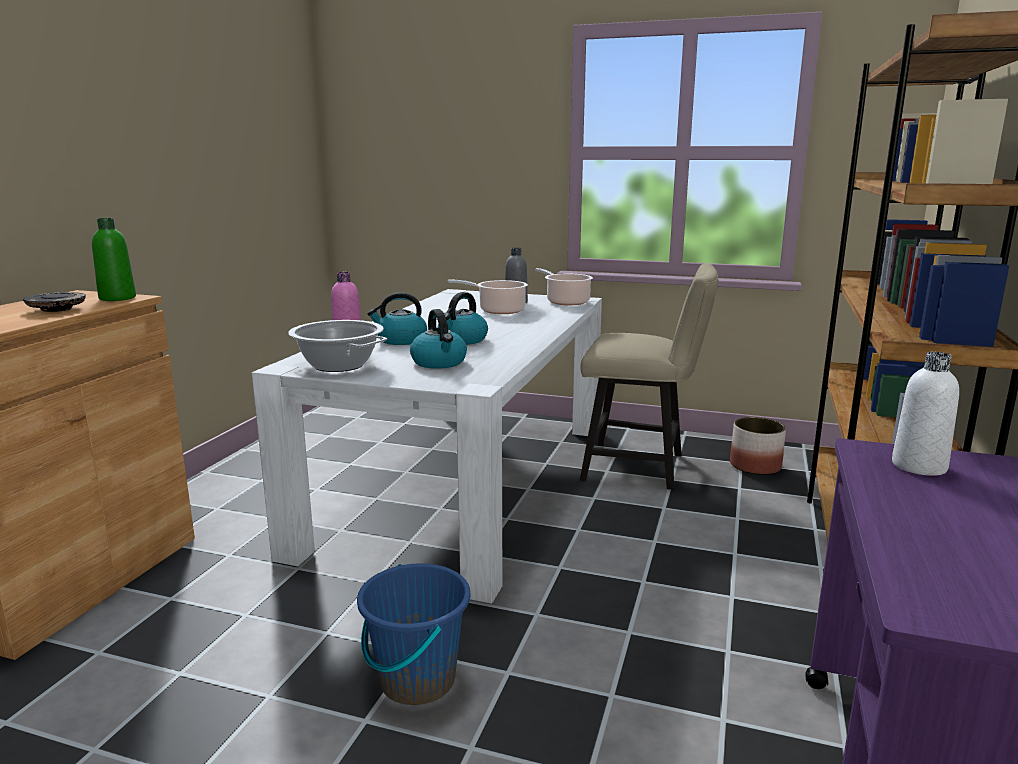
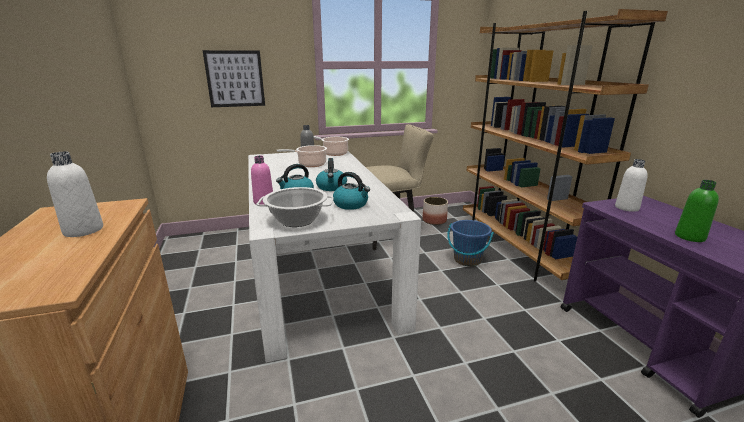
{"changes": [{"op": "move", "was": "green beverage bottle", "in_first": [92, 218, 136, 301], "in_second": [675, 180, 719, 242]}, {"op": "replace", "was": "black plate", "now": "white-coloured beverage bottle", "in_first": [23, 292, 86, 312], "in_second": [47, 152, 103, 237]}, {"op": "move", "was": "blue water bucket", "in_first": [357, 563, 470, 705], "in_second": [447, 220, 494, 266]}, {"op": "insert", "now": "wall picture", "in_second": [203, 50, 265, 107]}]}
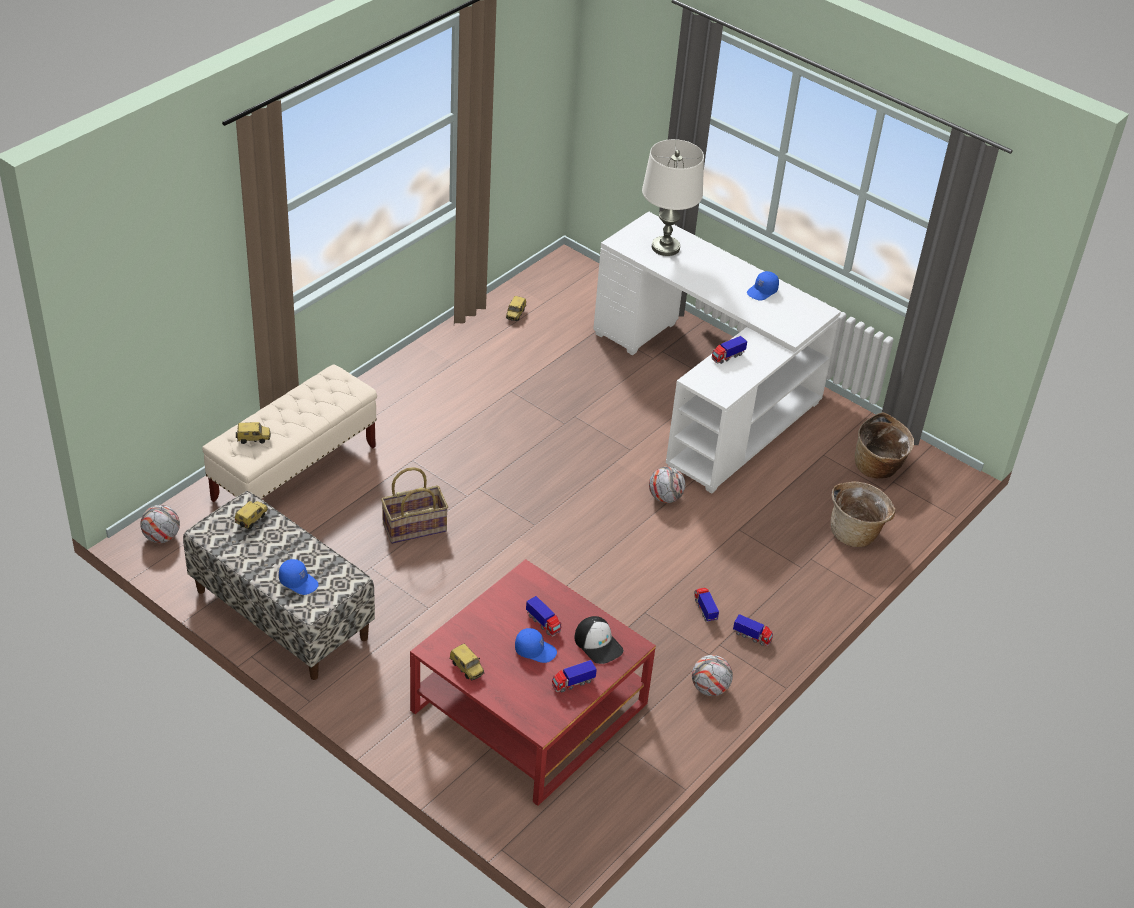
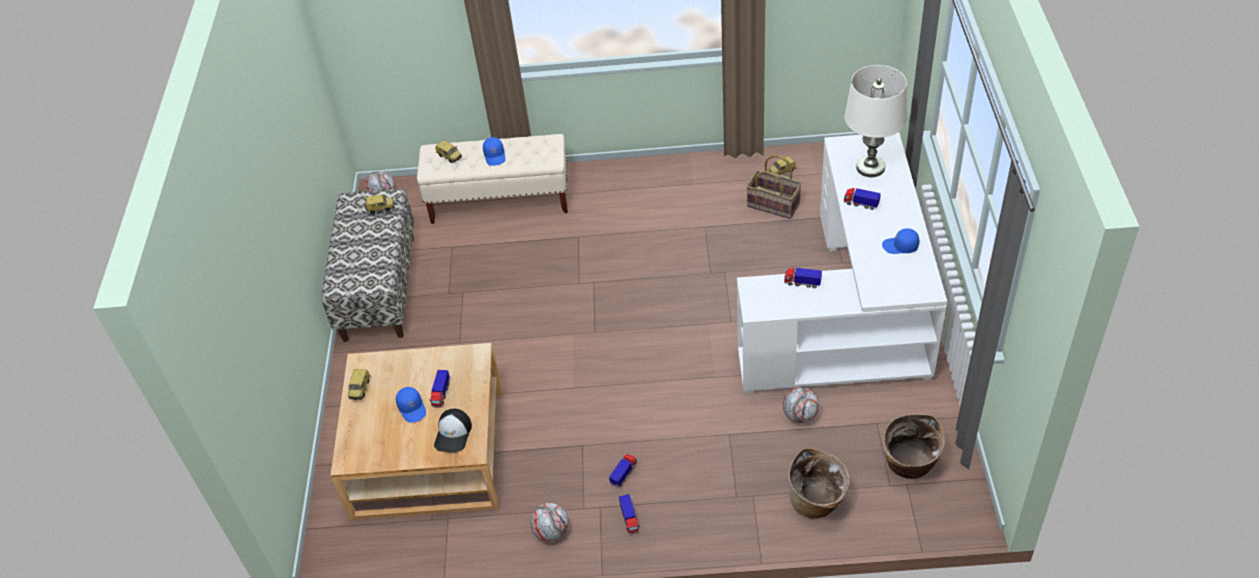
{"changes": [{"op": "move", "was": "household basket", "in_first": [381, 467, 448, 544], "in_second": [746, 155, 802, 219]}, {"op": "move", "was": "football", "in_first": [649, 467, 685, 503], "in_second": [783, 387, 819, 423]}, {"op": "move", "was": "blue baseball cap", "in_first": [279, 559, 318, 595], "in_second": [483, 137, 505, 166]}, {"op": "recolor", "was": "red-coloured lounge table", "now": "beige lounge table", "in_first": [410, 559, 656, 806], "in_second": [330, 343, 503, 520]}, {"op": "move", "was": "model truck", "in_first": [552, 660, 597, 692], "in_second": [844, 188, 881, 210]}]}
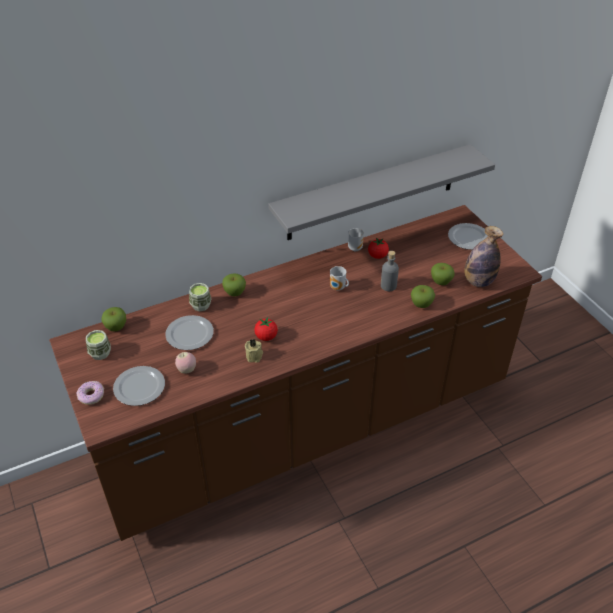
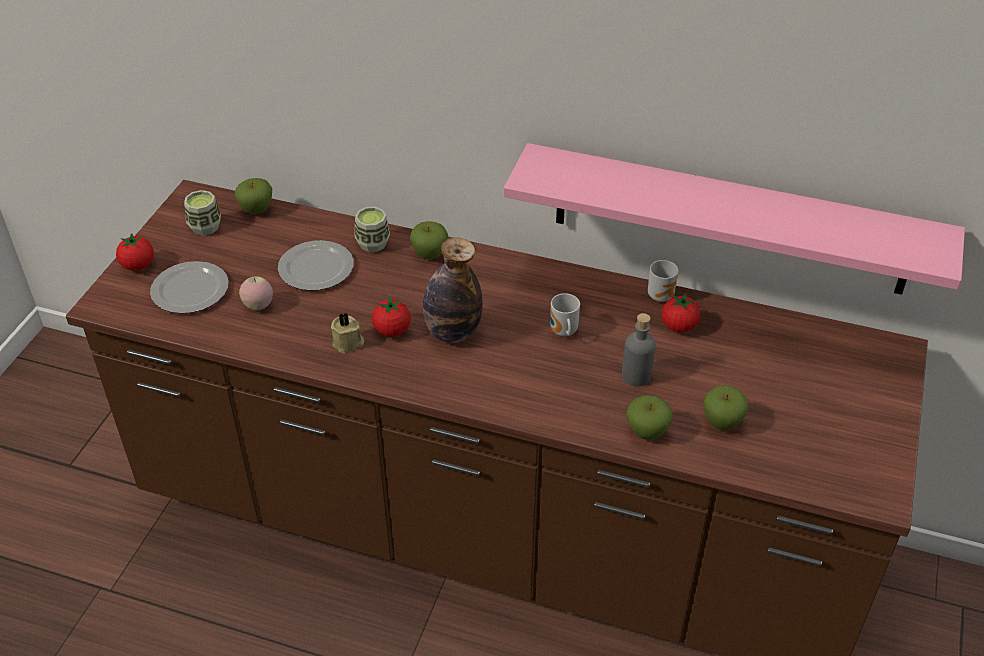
{"changes": [{"op": "recolor", "was": "gray bracket shelf", "now": "pink bracket shelf", "in_first": [268, 144, 495, 240], "in_second": [504, 143, 965, 295]}, {"op": "delete", "was": "plate", "in_first": [448, 223, 488, 250]}, {"op": "move", "was": "beverage bottle", "in_first": [464, 226, 503, 287], "in_second": [423, 238, 482, 343]}, {"op": "replace", "was": "donut", "now": "fresh tomato", "in_first": [77, 381, 104, 405], "in_second": [116, 233, 154, 271]}]}
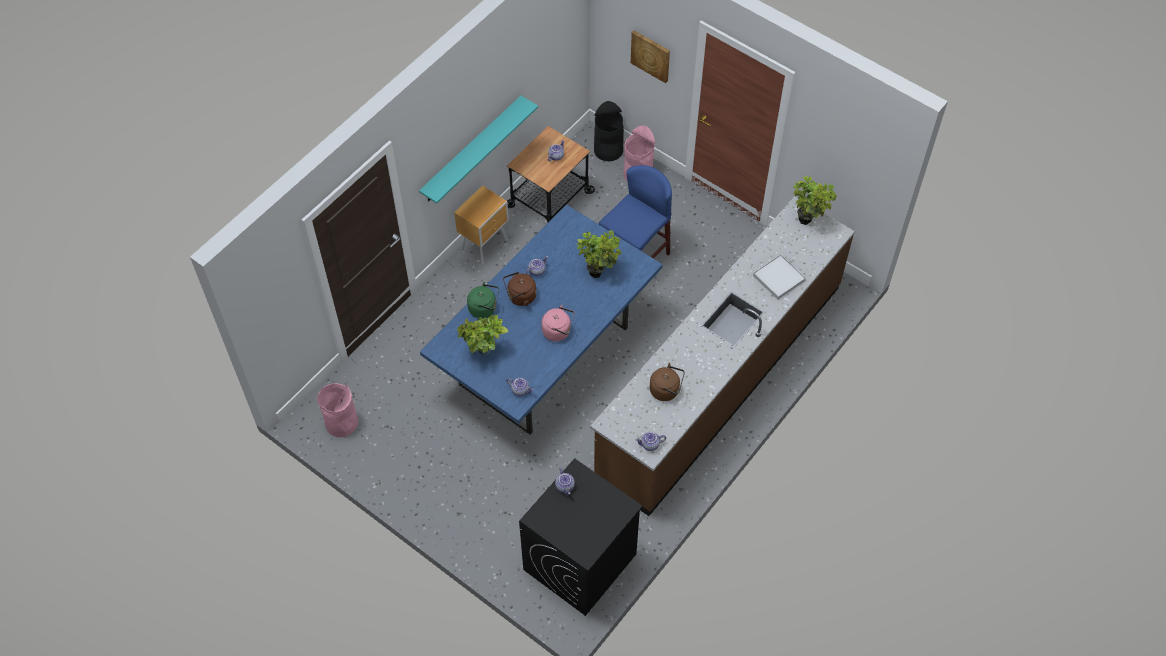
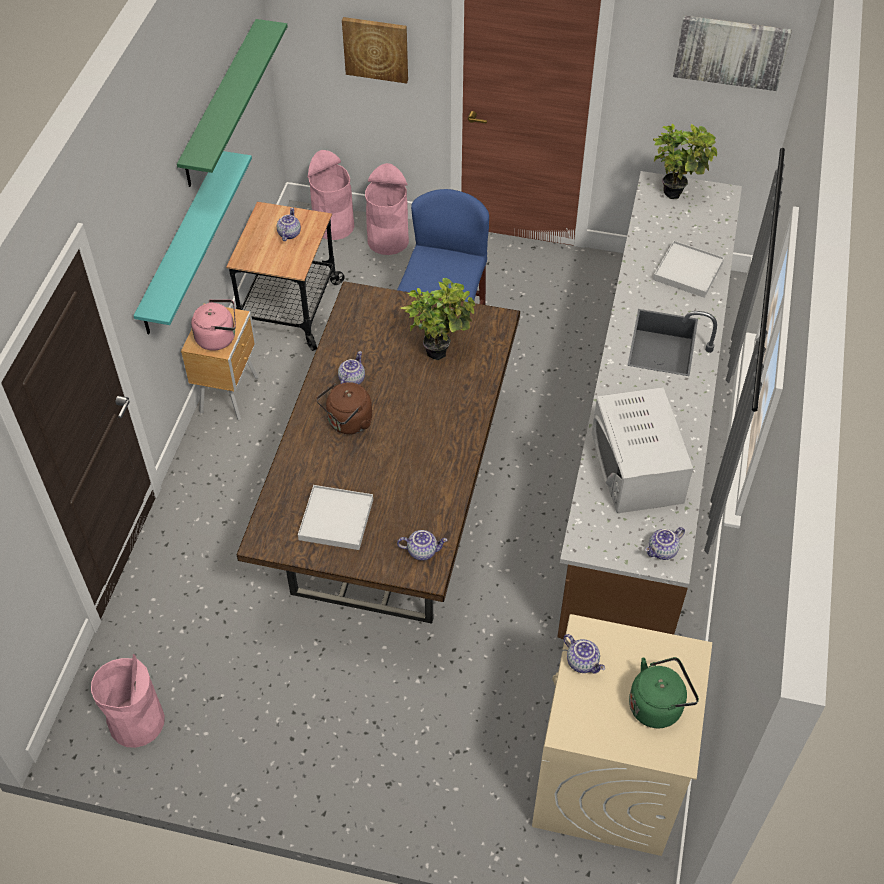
{"changes": [{"op": "recolor", "was": "black rubbish bin", "now": "pink rubbish bin", "in_first": [594, 101, 624, 161], "in_second": [308, 150, 354, 240]}, {"op": "recolor", "was": "blue kitchen table", "now": "brown-coloured kitchen table", "in_first": [420, 204, 662, 435], "in_second": [237, 281, 520, 624]}, {"op": "move", "was": "green kettle", "in_first": [467, 282, 499, 319], "in_second": [629, 657, 699, 728]}, {"op": "move", "was": "pink kettle", "in_first": [541, 305, 575, 341], "in_second": [191, 299, 236, 351]}, {"op": "replace", "was": "plant in a pot", "now": "white-coloured carrying tray", "in_first": [457, 315, 508, 355], "in_second": [298, 485, 373, 550]}, {"op": "replace", "was": "brown-coloured kettle", "now": "white-coloured microwave oven", "in_first": [650, 363, 685, 401], "in_second": [592, 387, 693, 513]}, {"op": "recolor", "was": "black washing machine", "now": "beige washing machine", "in_first": [519, 458, 642, 616], "in_second": [532, 614, 712, 856]}, {"op": "insert", "now": "wall picture", "in_second": [673, 15, 792, 91]}, {"op": "insert", "now": "green bracket shelf", "in_second": [177, 19, 288, 187]}]}
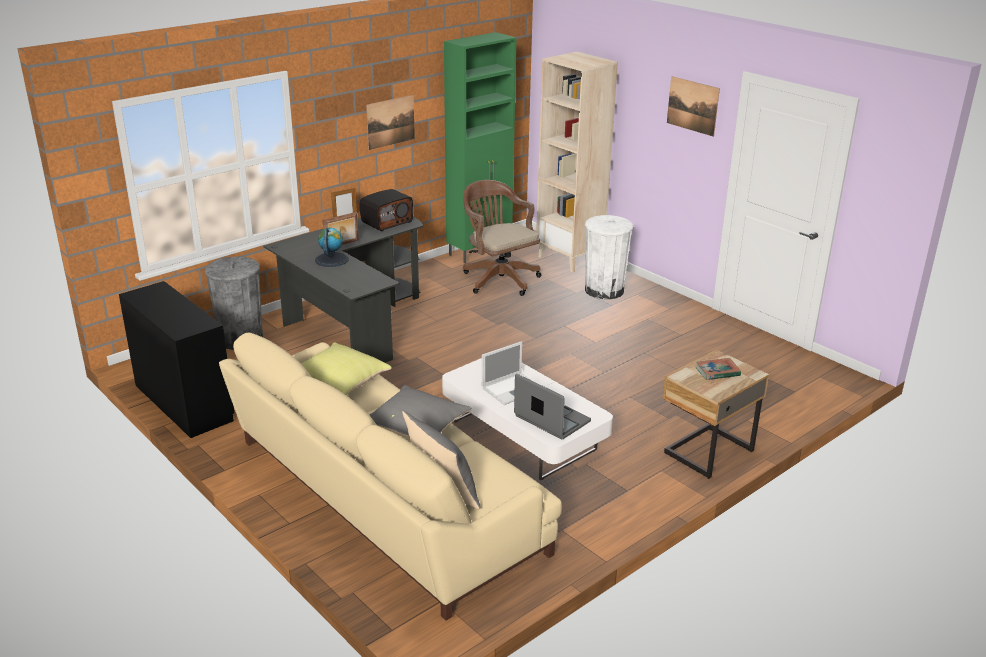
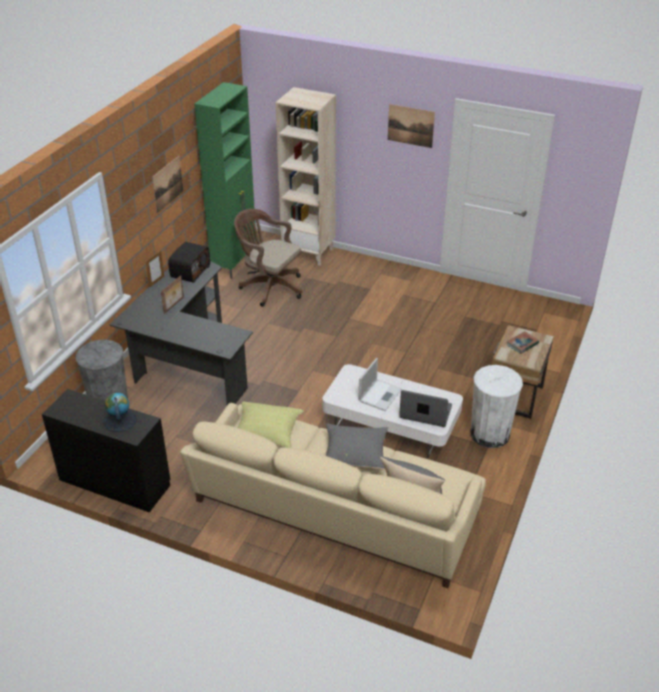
{"changes": [{"op": "move", "was": "white-coloured rubbish bin", "in_first": [585, 215, 633, 299], "in_second": [470, 365, 523, 448]}, {"op": "move", "was": "world globe", "in_first": [315, 228, 349, 267], "in_second": [103, 393, 137, 432]}]}
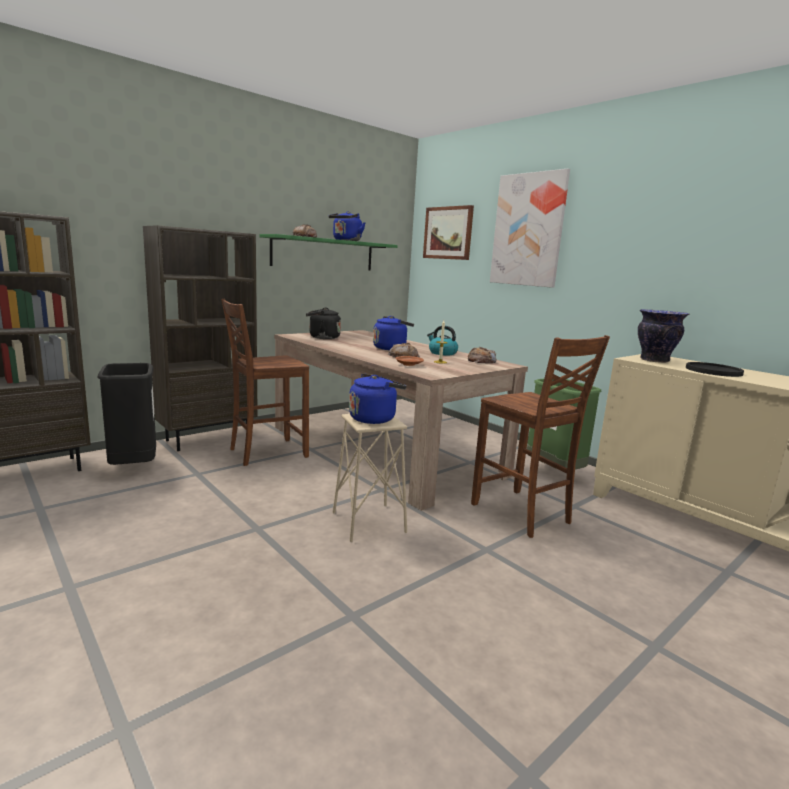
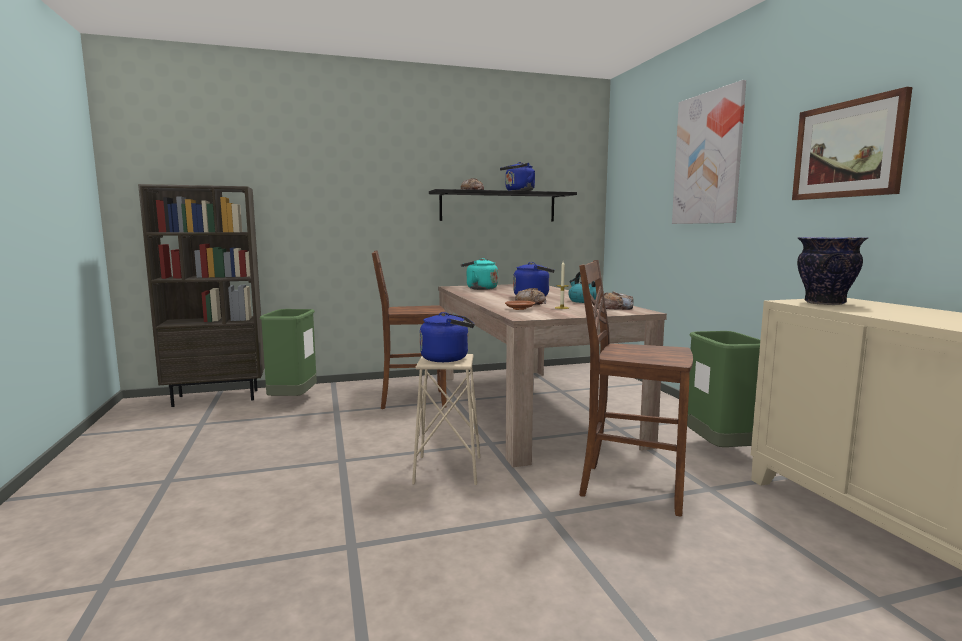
{"changes": [{"op": "move", "was": "wall picture", "in_first": [423, 205, 474, 260], "in_second": [792, 87, 912, 200]}, {"op": "delete", "was": "brown-coloured bookcase", "in_first": [143, 225, 258, 451]}, {"op": "recolor", "was": "green bracket shelf", "now": "black bracket shelf", "in_first": [259, 234, 398, 271], "in_second": [429, 189, 577, 221]}, {"op": "recolor", "was": "black kettle", "now": "turquoise-coloured kettle", "in_first": [306, 307, 341, 339], "in_second": [461, 258, 498, 290]}, {"op": "rotate", "was": "brown-coloured chair", "in_first": [471, 335, 610, 538], "in_second": [579, 260, 693, 517], "clockwise": 120}, {"op": "delete", "was": "black plate", "in_first": [686, 362, 744, 377]}, {"op": "recolor", "was": "black rubbish bin", "now": "green rubbish bin", "in_first": [97, 363, 156, 465], "in_second": [260, 309, 317, 396]}]}
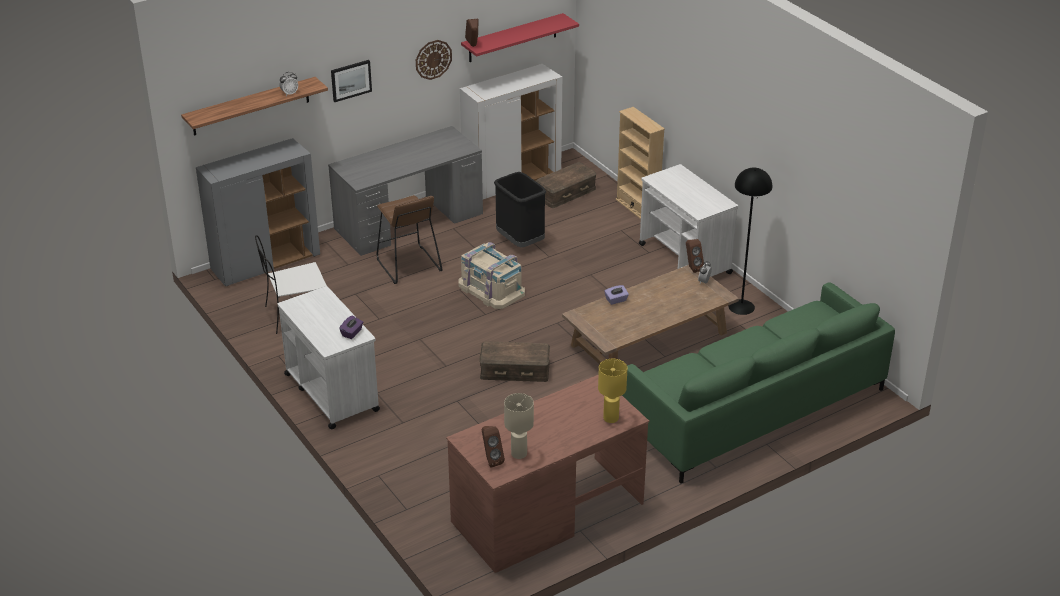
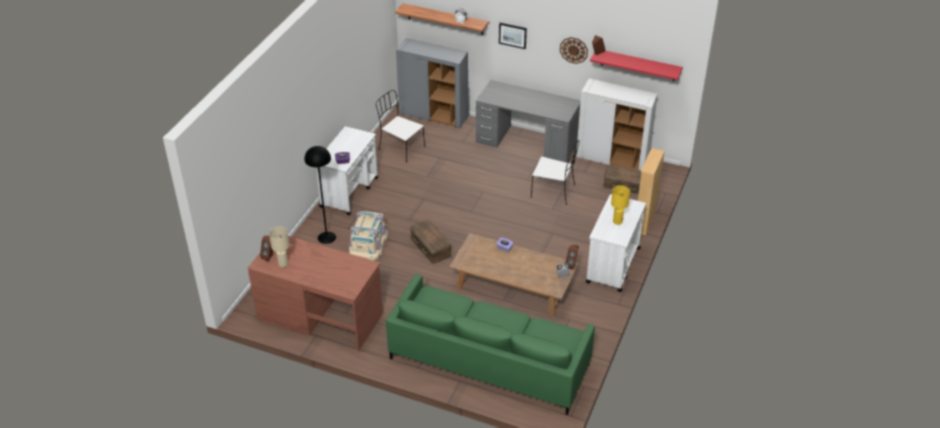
{"changes": [{"op": "move", "was": "black floor lamp", "in_first": [728, 168, 772, 315], "in_second": [304, 146, 336, 244]}, {"op": "replace", "was": "black rubbish bin", "now": "white-coloured chair", "in_first": [494, 172, 546, 247], "in_second": [531, 140, 580, 205]}, {"op": "delete", "was": "brown-coloured stool", "in_first": [377, 195, 442, 284]}, {"op": "move", "was": "beige storage container", "in_first": [458, 242, 525, 309], "in_second": [349, 211, 388, 260]}, {"op": "move", "was": "yellowish tabletop lamp", "in_first": [598, 359, 627, 423], "in_second": [611, 185, 630, 225]}]}
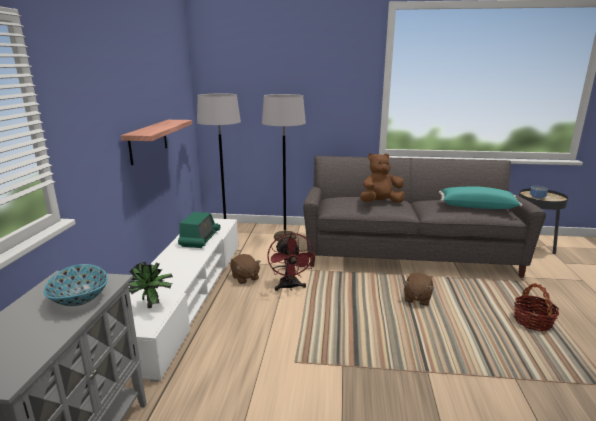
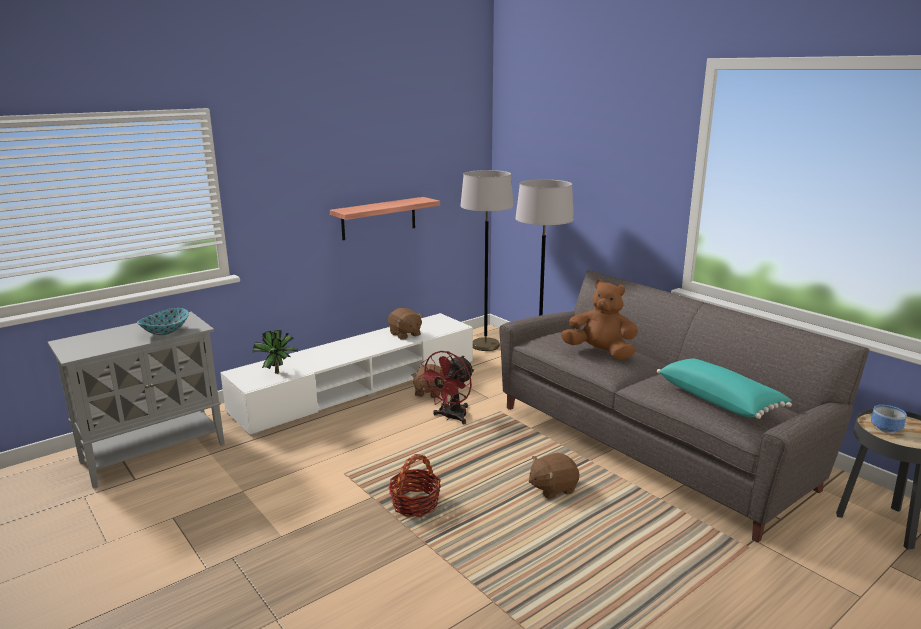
{"changes": [{"op": "replace", "was": "radio", "now": "brown-coloured cuddly toy", "in_first": [178, 212, 220, 248], "in_second": [388, 308, 423, 340]}, {"op": "move", "was": "household basket", "in_first": [514, 283, 559, 331], "in_second": [388, 454, 441, 517]}]}
